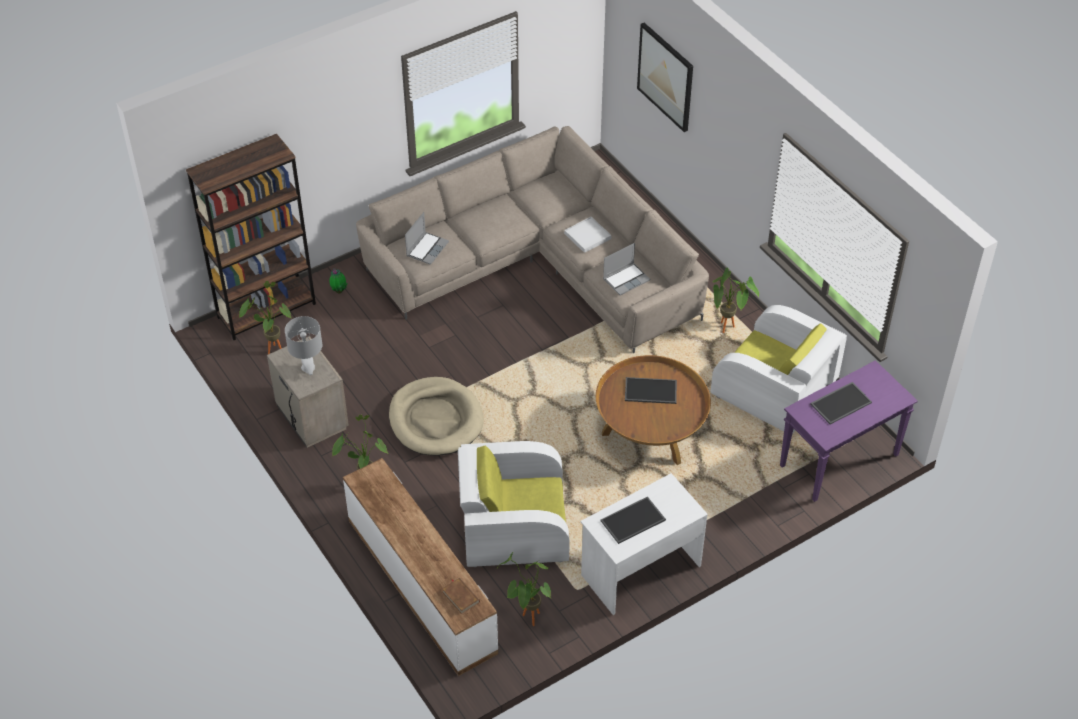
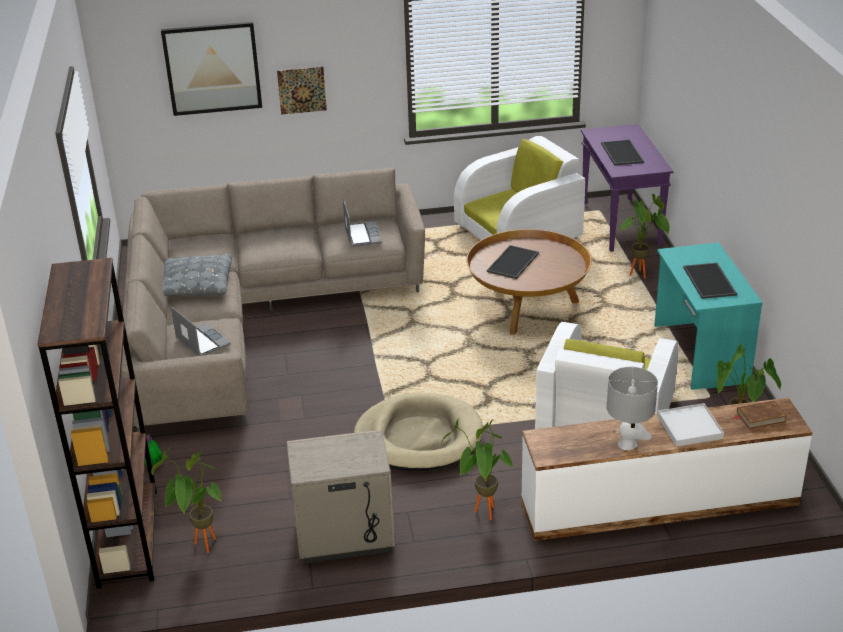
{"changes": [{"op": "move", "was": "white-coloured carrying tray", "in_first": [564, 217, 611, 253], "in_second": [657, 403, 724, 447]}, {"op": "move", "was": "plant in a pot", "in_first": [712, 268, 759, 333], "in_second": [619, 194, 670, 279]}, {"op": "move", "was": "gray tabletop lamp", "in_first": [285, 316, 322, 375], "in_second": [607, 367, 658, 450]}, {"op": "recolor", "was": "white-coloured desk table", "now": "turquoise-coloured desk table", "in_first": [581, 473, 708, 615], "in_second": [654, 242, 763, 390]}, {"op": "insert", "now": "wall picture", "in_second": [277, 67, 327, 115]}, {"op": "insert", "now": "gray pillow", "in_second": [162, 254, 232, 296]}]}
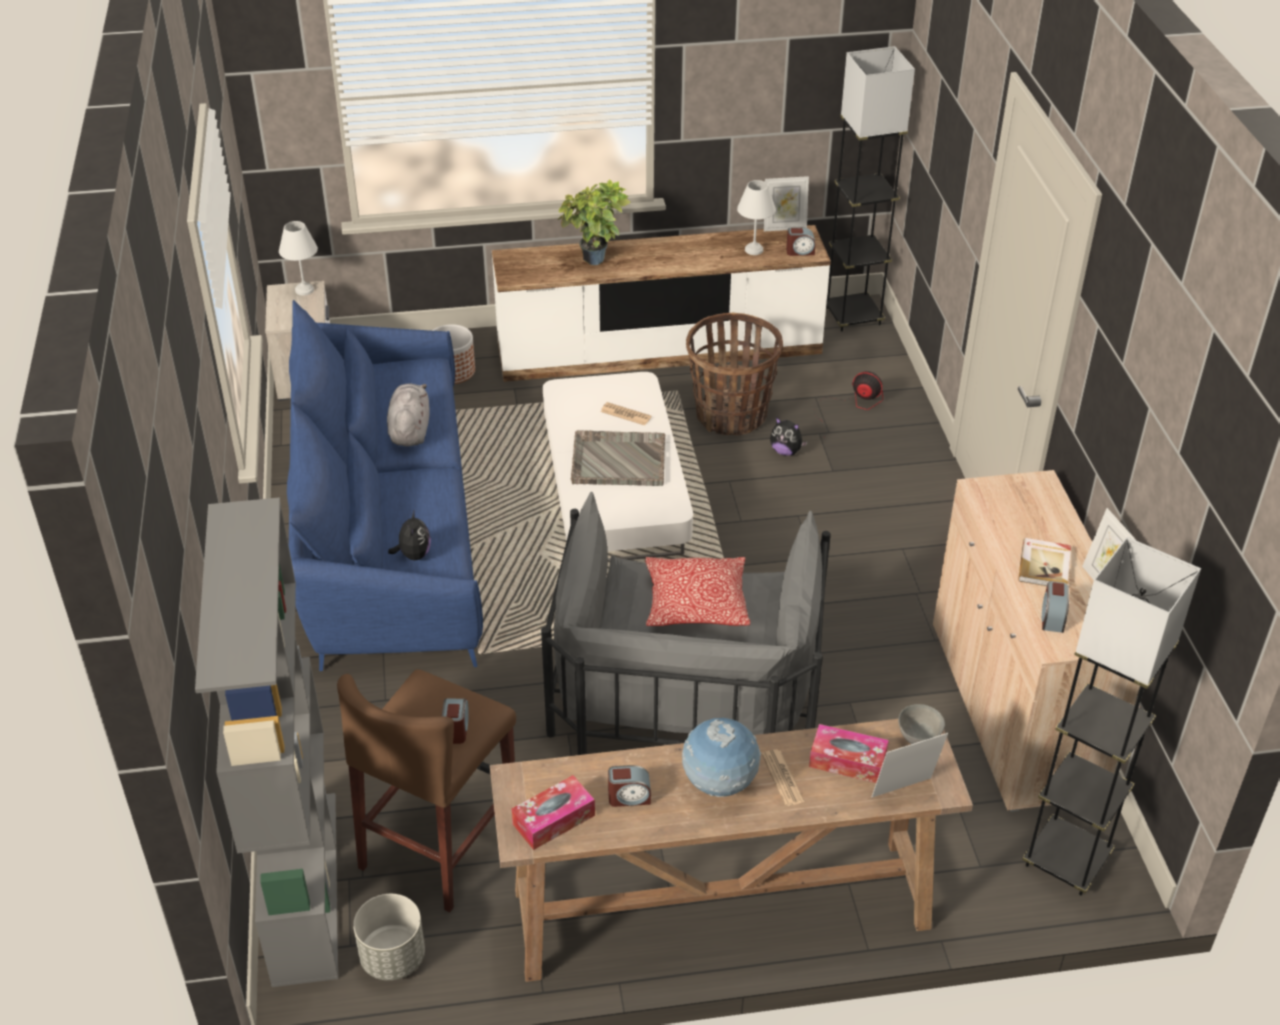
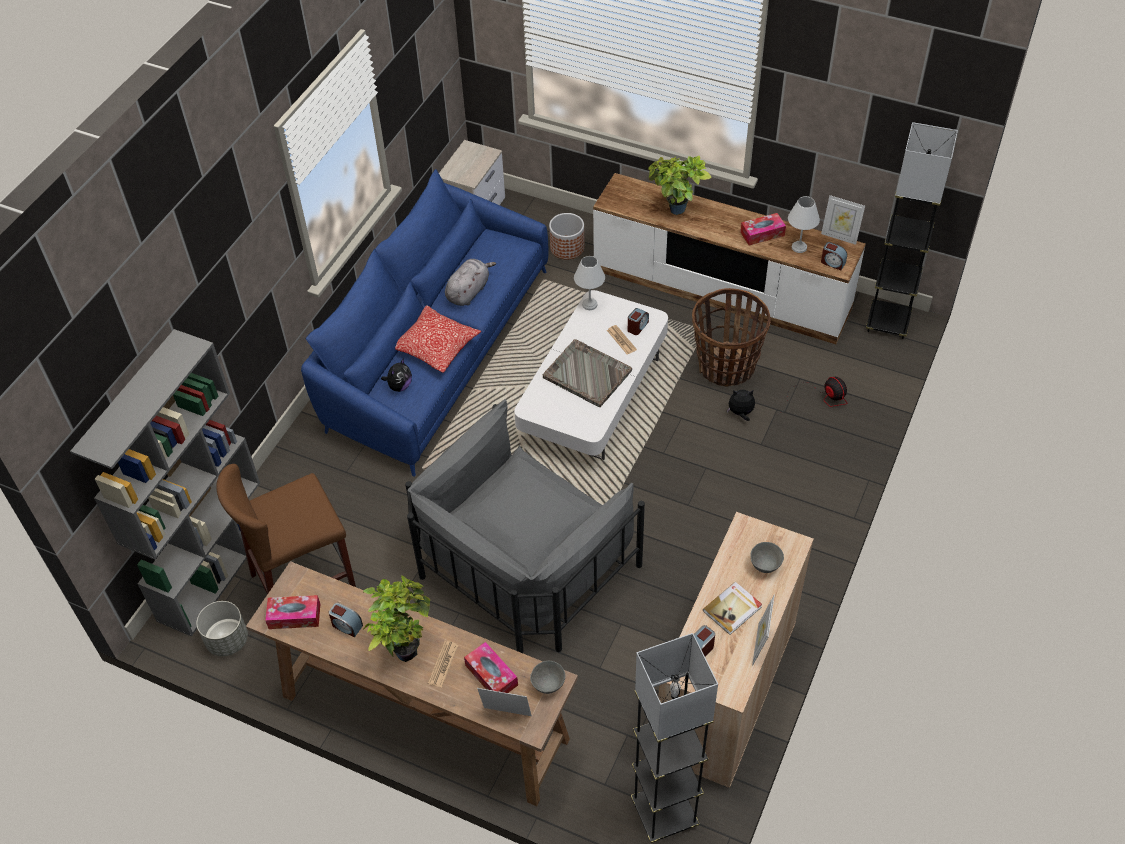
{"changes": [{"op": "move", "was": "white-coloured tabletop lamp", "in_first": [279, 221, 318, 295], "in_second": [574, 256, 605, 310]}, {"op": "rotate", "was": "cuddly toy", "in_first": [770, 417, 808, 456], "in_second": [727, 390, 755, 421], "clockwise": 120}, {"op": "move", "was": "pillow", "in_first": [645, 557, 750, 626], "in_second": [395, 305, 481, 373]}, {"op": "move", "was": "bedside clock", "in_first": [442, 699, 469, 744], "in_second": [628, 308, 649, 335]}, {"op": "replace", "was": "world globe", "now": "plant in a pot", "in_first": [682, 718, 761, 797], "in_second": [363, 576, 430, 662]}, {"op": "insert", "now": "tissue holder", "in_second": [740, 213, 786, 246]}, {"op": "insert", "now": "gray serving bowl", "in_second": [751, 542, 784, 573]}]}
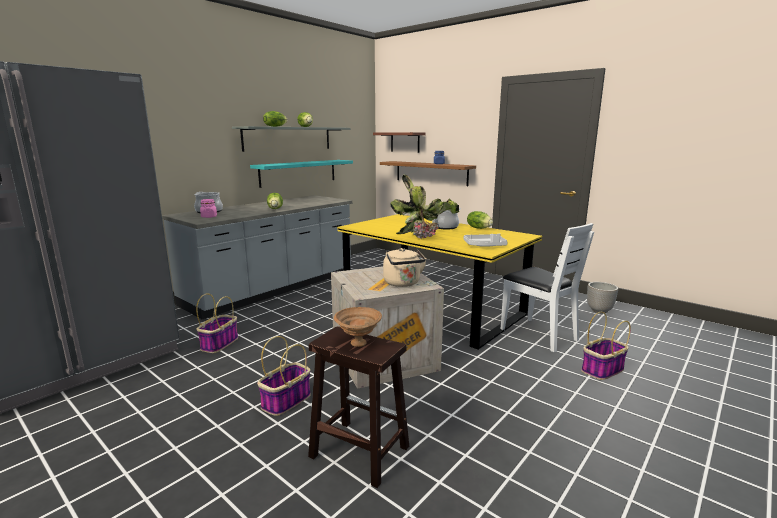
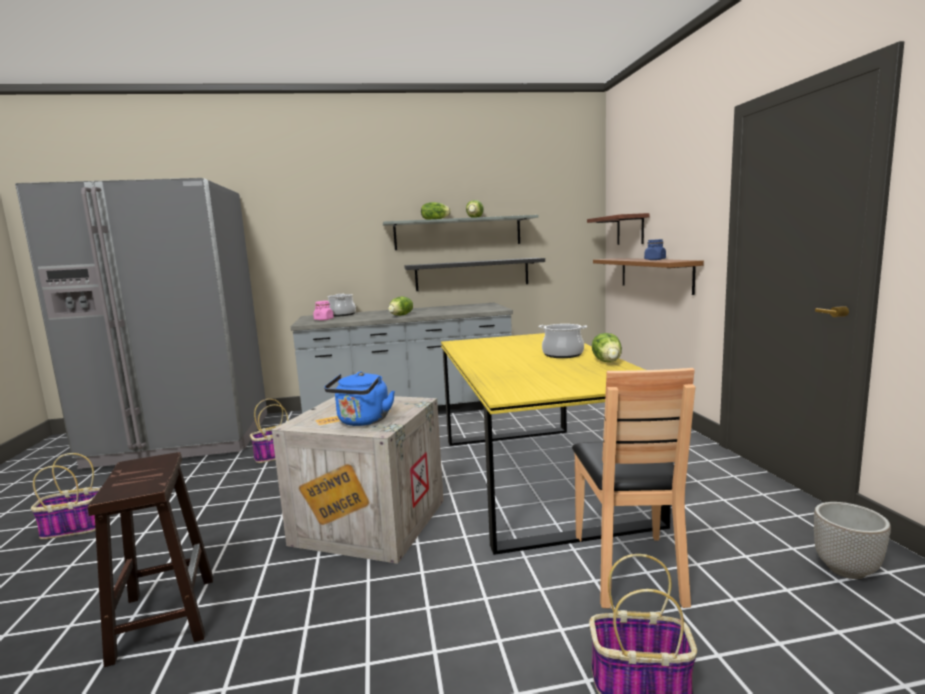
{"changes": [{"op": "recolor", "was": "turquoise-coloured bracket shelf", "now": "black bracket shelf", "in_first": [250, 160, 353, 188], "in_second": [404, 258, 545, 291]}, {"op": "delete", "was": "plant in a pot", "in_first": [390, 175, 459, 239]}, {"op": "recolor", "was": "white-coloured chair", "now": "brown-coloured chair", "in_first": [501, 223, 594, 352], "in_second": [572, 368, 695, 609]}, {"op": "delete", "was": "gray carrying tray", "in_first": [463, 233, 507, 247]}, {"op": "recolor", "was": "beige kettle", "now": "blue kettle", "in_first": [383, 248, 427, 287], "in_second": [324, 371, 395, 426]}, {"op": "delete", "was": "brown-coloured serving bowl", "in_first": [334, 307, 382, 347]}, {"op": "move", "was": "household basket", "in_first": [257, 336, 311, 416], "in_second": [31, 453, 100, 539]}]}
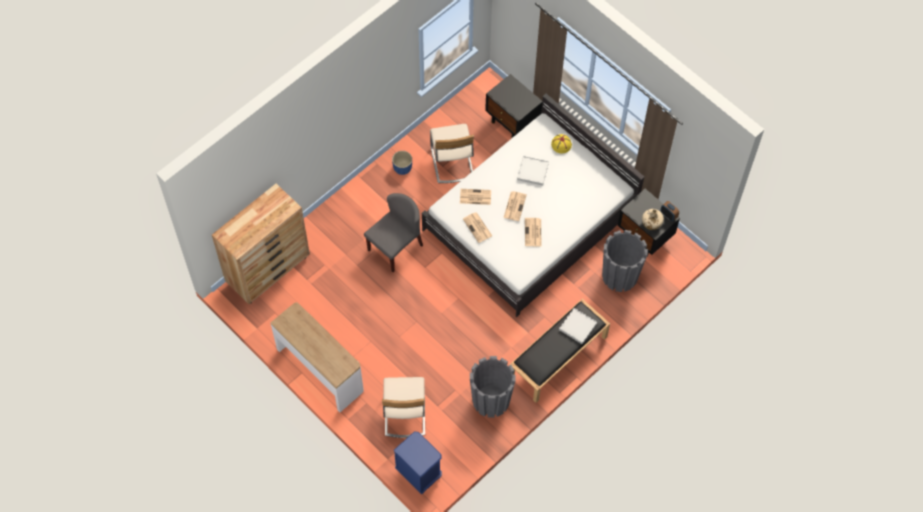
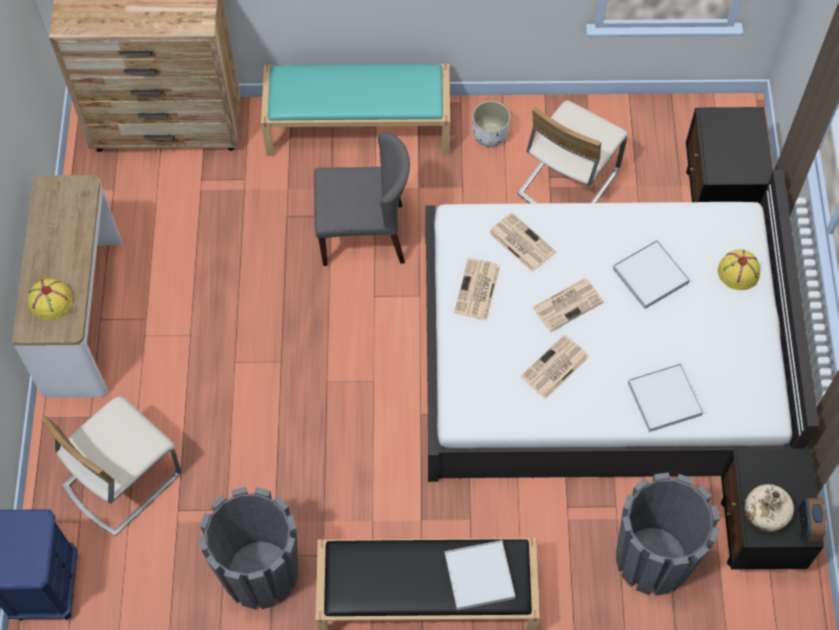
{"changes": [{"op": "recolor", "was": "blue planter", "now": "white-coloured planter", "in_first": [392, 151, 412, 175], "in_second": [472, 101, 511, 147]}, {"op": "insert", "now": "turquoise-coloured long seat", "in_second": [261, 64, 450, 156]}, {"op": "insert", "now": "yellowish hat", "in_second": [28, 279, 73, 320]}, {"op": "insert", "now": "white-coloured carrying tray", "in_second": [628, 363, 703, 432]}]}
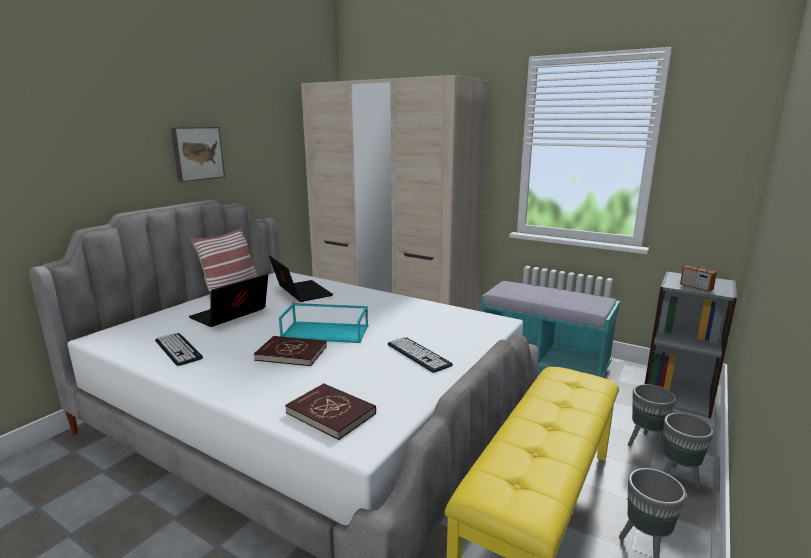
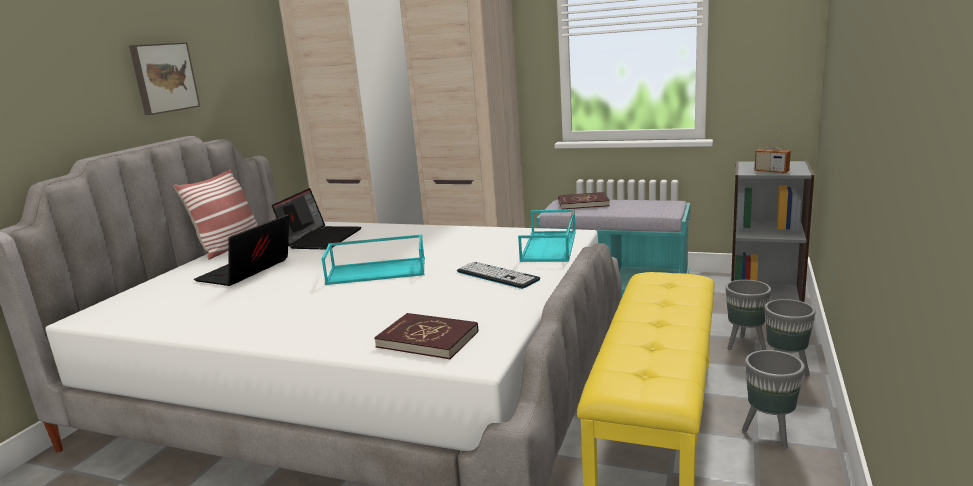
{"changes": [{"op": "rotate", "was": "laptop", "in_first": [269, 255, 333, 302], "in_second": [272, 188, 362, 249], "clockwise": 60}, {"op": "delete", "was": "PC keyboard", "in_first": [155, 333, 203, 366]}, {"op": "move", "was": "red-coloured bound book", "in_first": [254, 336, 327, 366], "in_second": [558, 192, 610, 210]}, {"op": "insert", "now": "turquoise-coloured carrying tray", "in_second": [518, 209, 576, 262]}]}
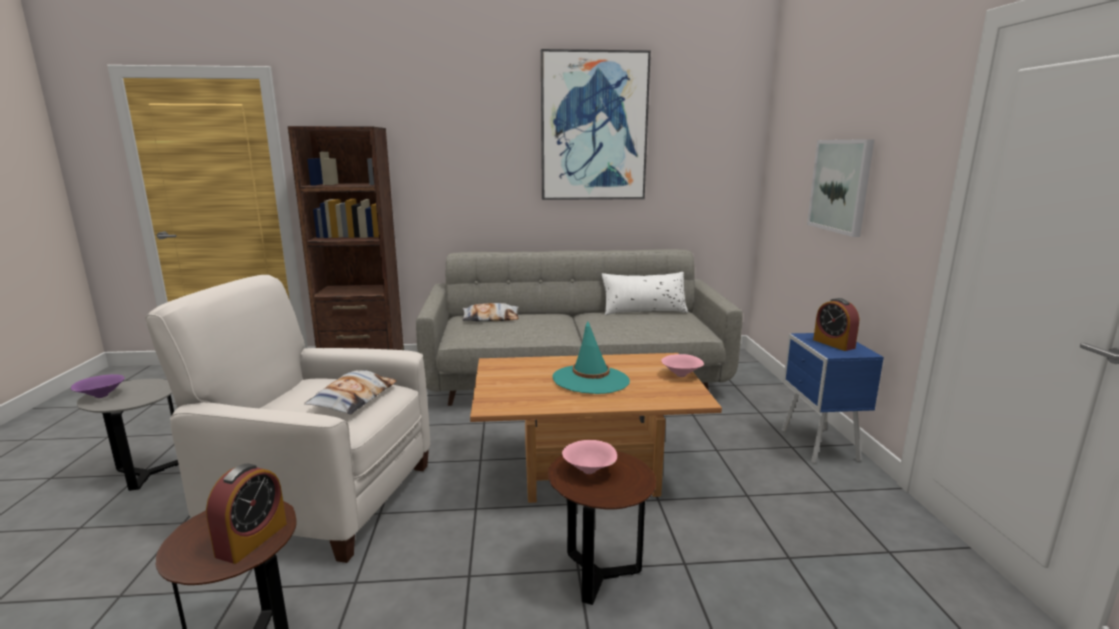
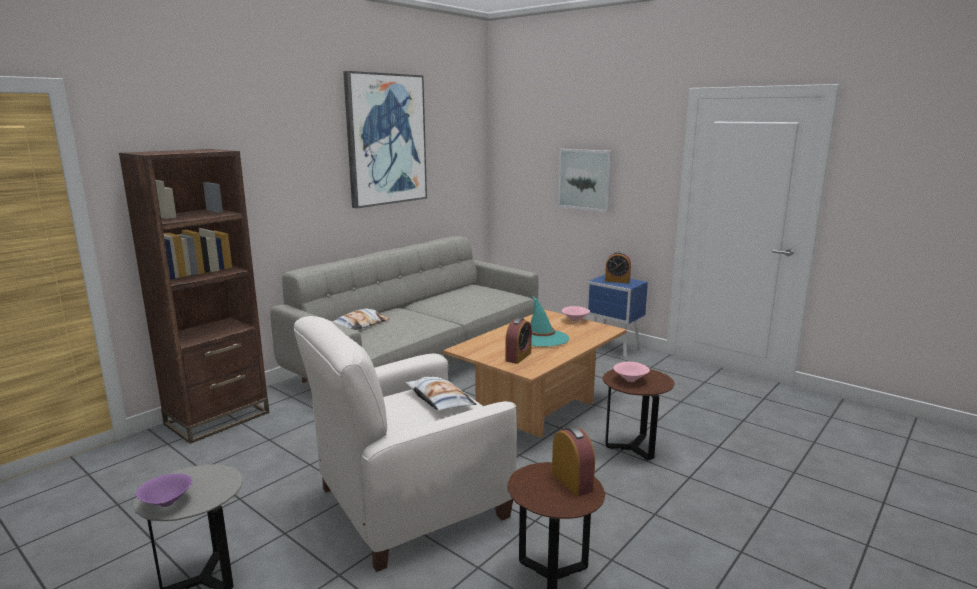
{"changes": [{"op": "delete", "was": "white-coloured pillow", "in_first": [602, 272, 688, 315]}, {"op": "insert", "now": "bedside clock", "in_second": [505, 318, 532, 364]}]}
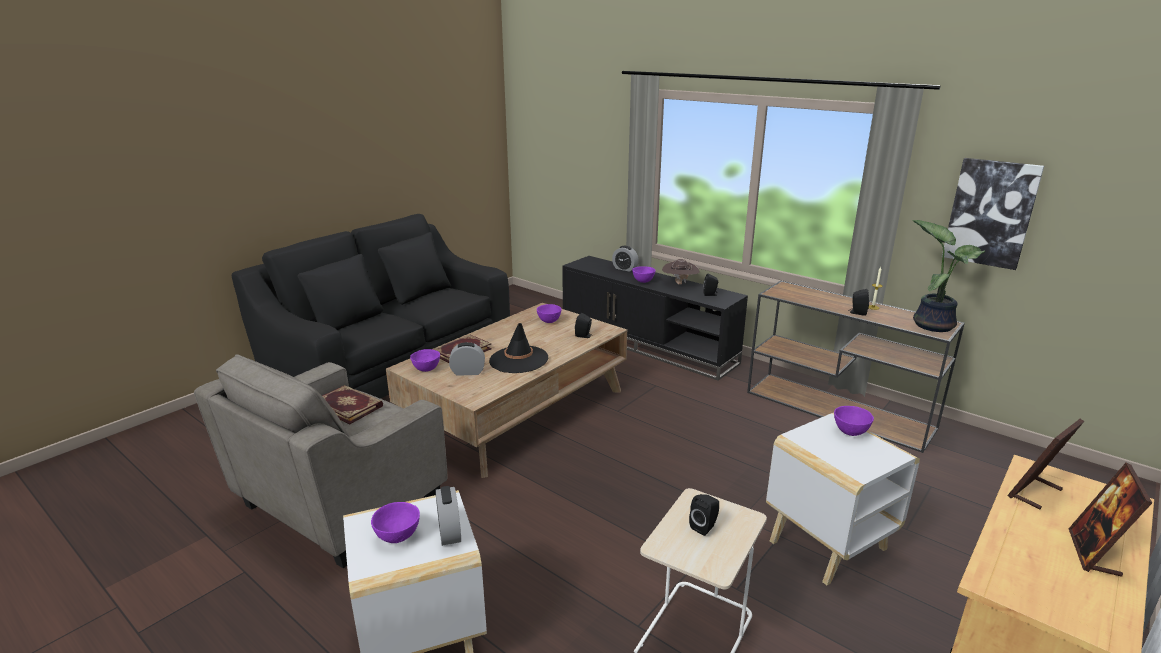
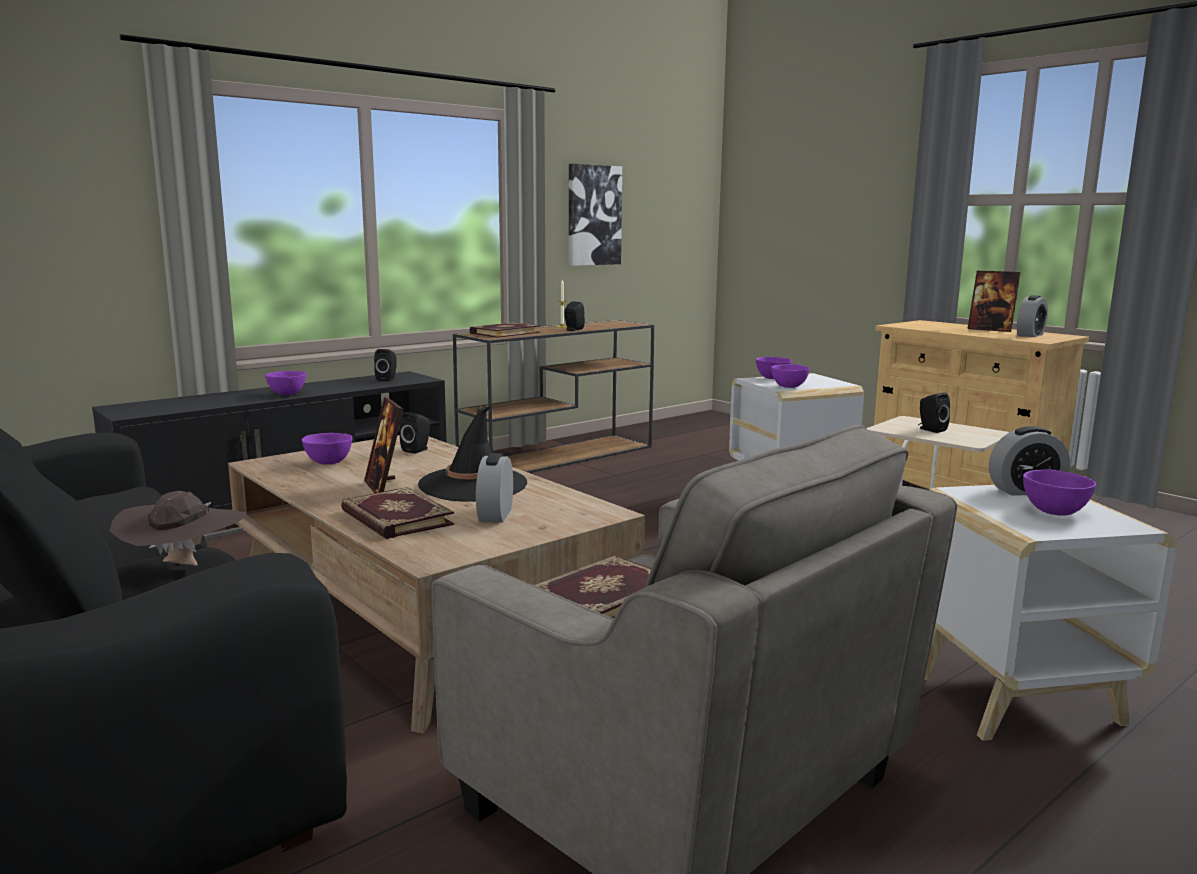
{"changes": [{"op": "delete", "was": "plant in a pot", "in_first": [912, 220, 985, 332]}, {"op": "move", "was": "bedside clock", "in_first": [612, 246, 639, 272], "in_second": [1017, 295, 1048, 337]}, {"op": "move", "was": "brown-coloured hat", "in_first": [662, 259, 700, 285], "in_second": [110, 491, 246, 566]}, {"op": "move", "was": "purple serving bowl", "in_first": [410, 349, 440, 372], "in_second": [771, 364, 810, 388]}, {"op": "move", "was": "photo frame", "in_first": [1007, 419, 1084, 509], "in_second": [364, 397, 404, 493]}, {"op": "insert", "now": "bound book", "in_second": [469, 322, 541, 338]}]}
